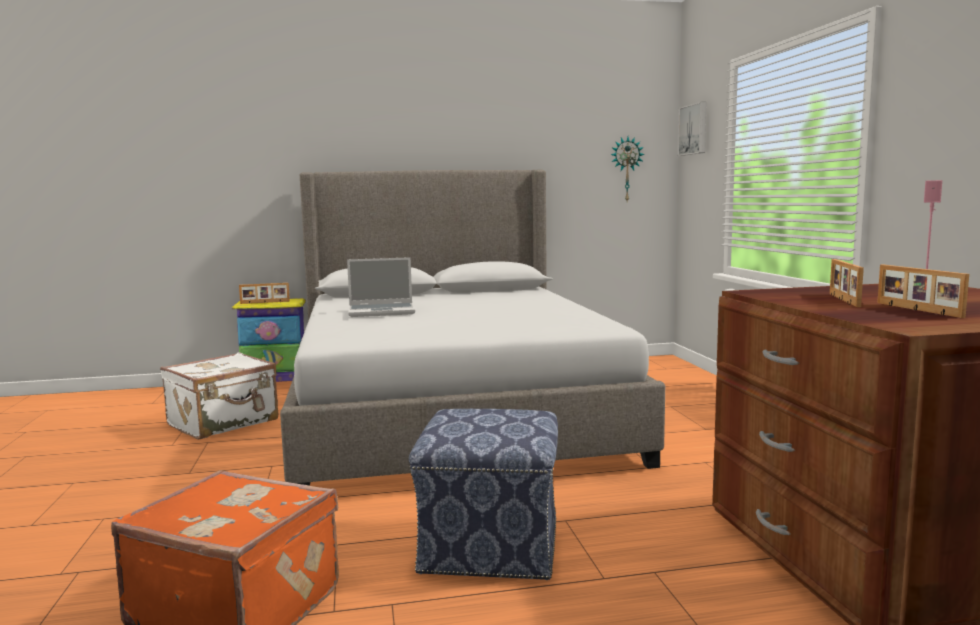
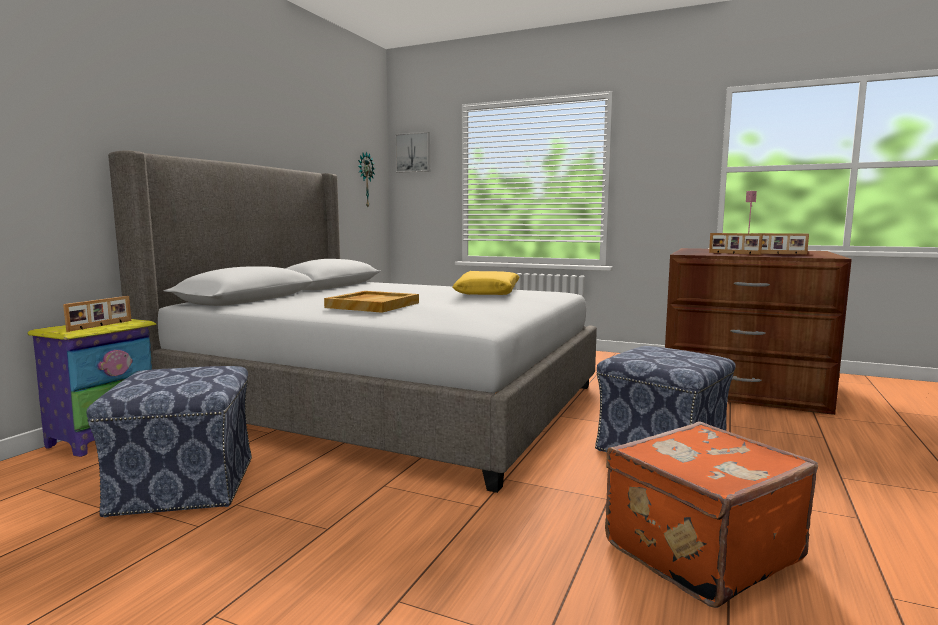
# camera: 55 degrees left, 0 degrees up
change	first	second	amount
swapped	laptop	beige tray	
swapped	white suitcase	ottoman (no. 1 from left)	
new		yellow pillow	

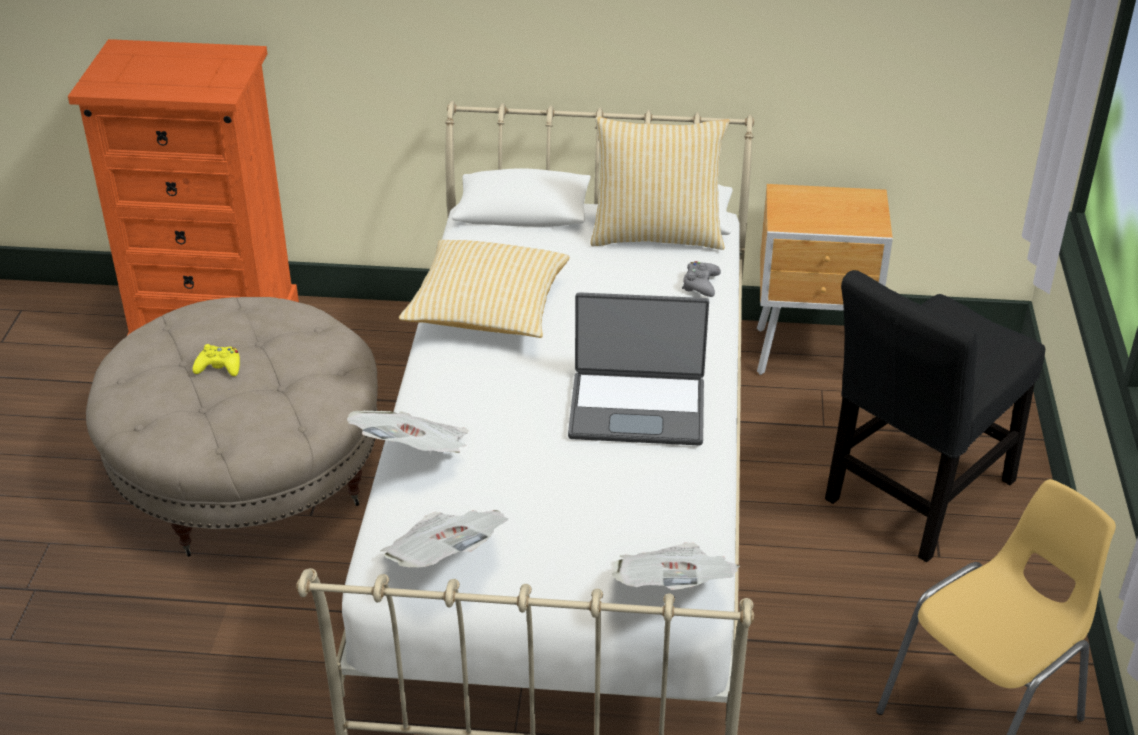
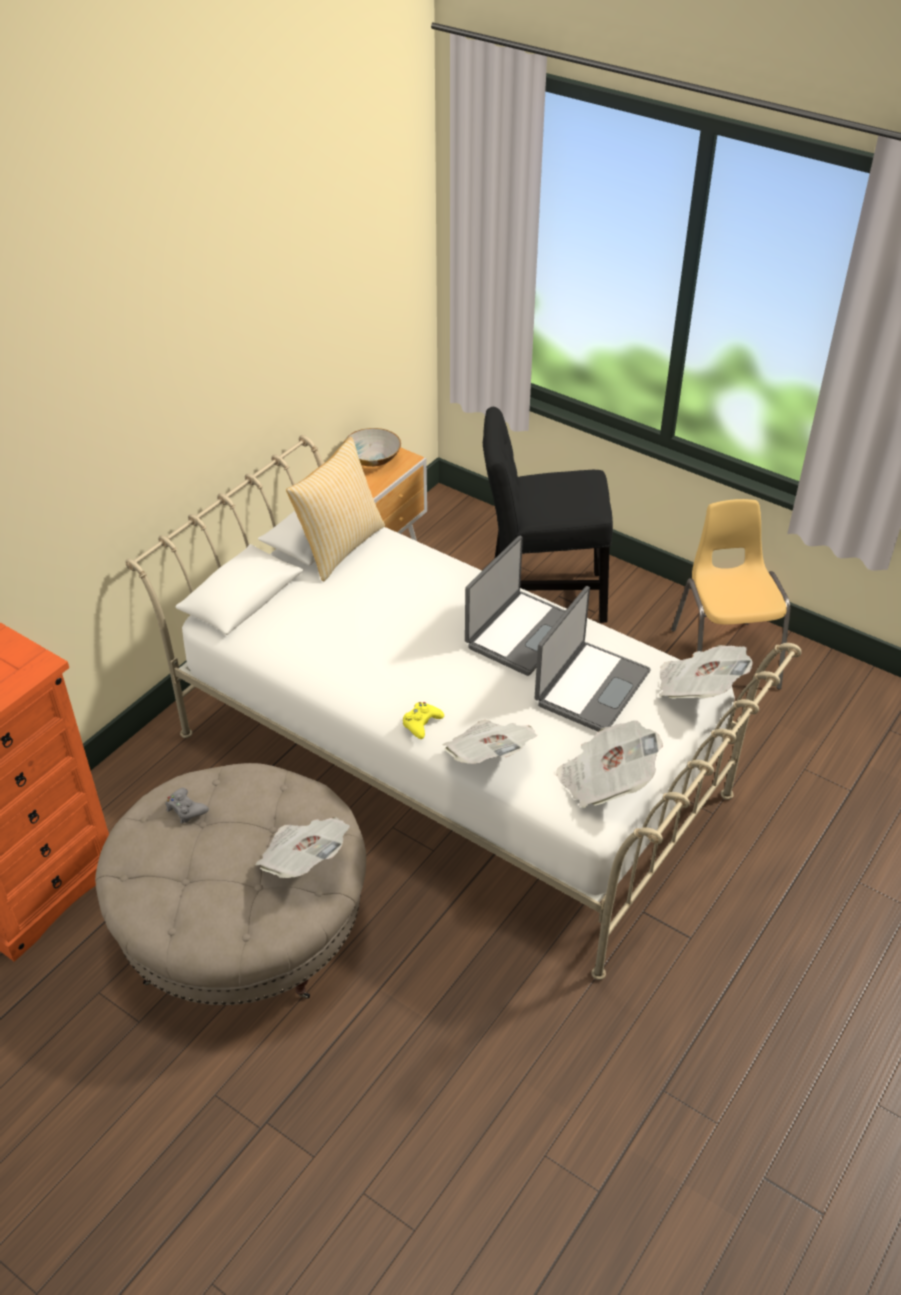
# camera: 60 degrees left, 5 degrees up
change	first	second	amount
gone	pillow (no. 1 from left)		
shifted	grey game controller		
rotated	black chair		105 degrees clockwise
shifted	yellow game controller		
new		bowl	
new		laptop (no. 2 from left)	
new		newspaper (no. 1 from left)	

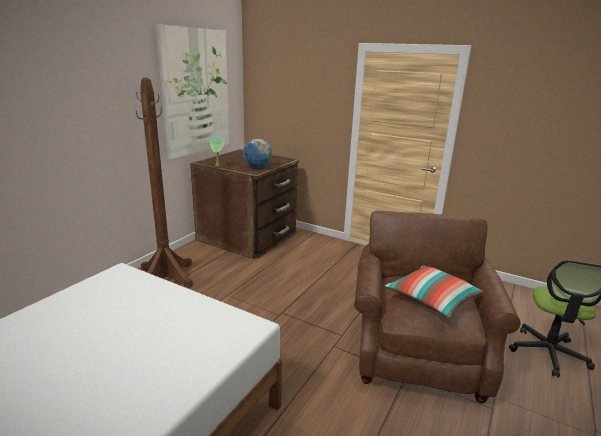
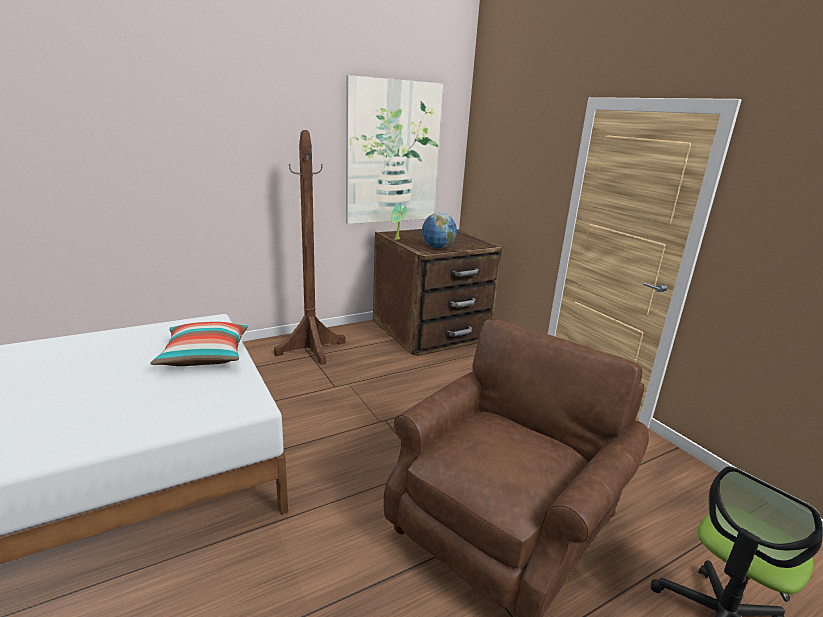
# camera: 30 degrees right, 0 degrees up
change	first	second	amount
shifted	pillow		

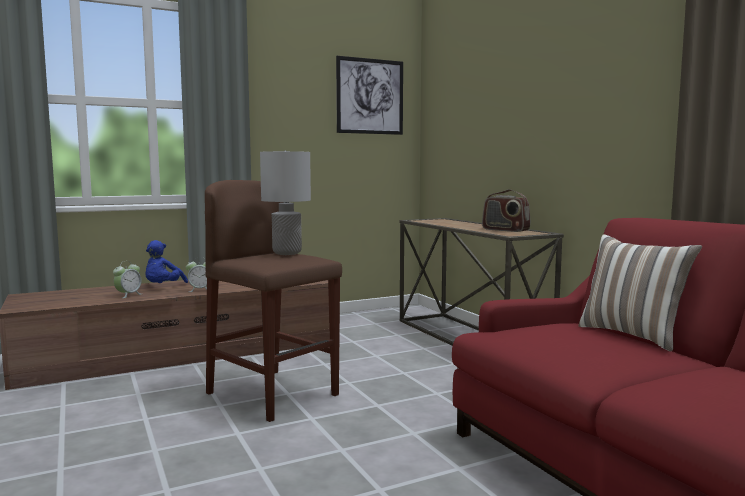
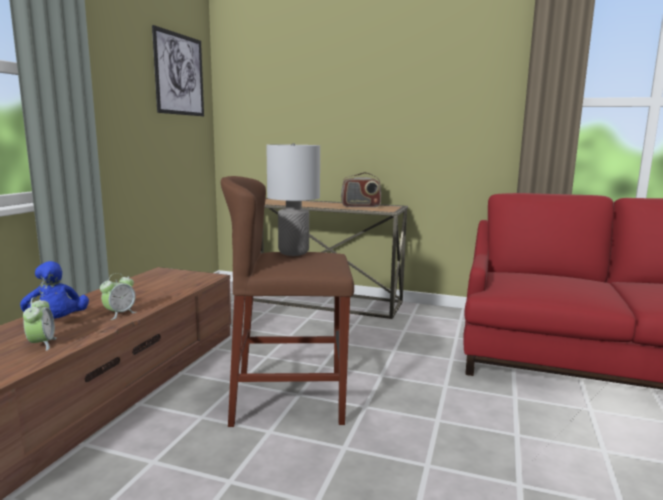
# camera: 45 degrees left, 5 degrees up
change	first	second	amount
gone	pillow		

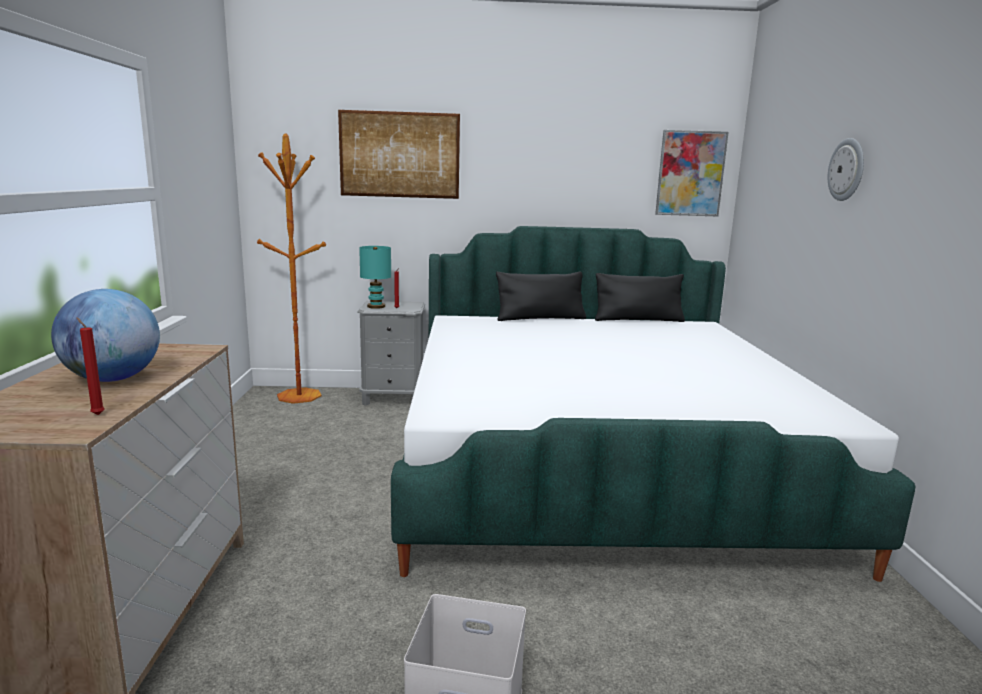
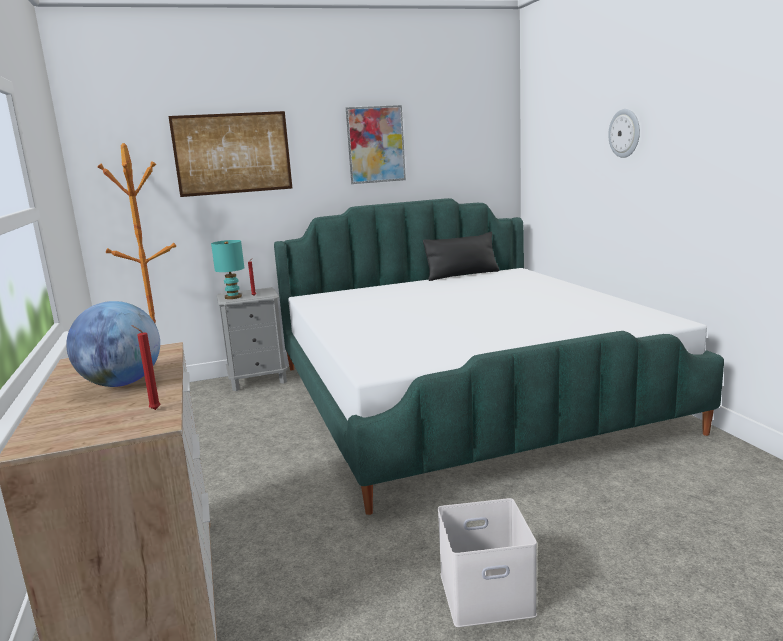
# camera: 15 degrees left, 0 degrees up
change	first	second	amount
shifted	picture (no. 2 from left)		
gone	black pillow (no. 1 from left)		

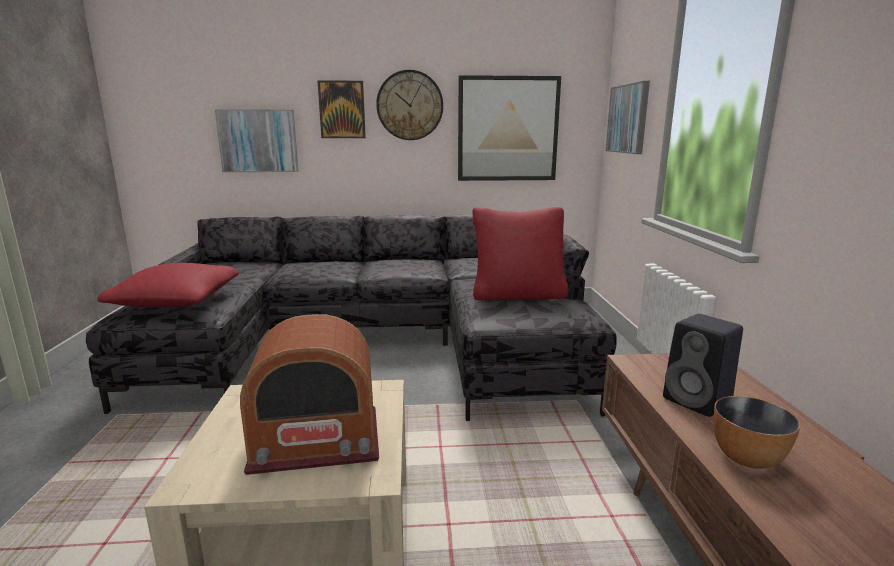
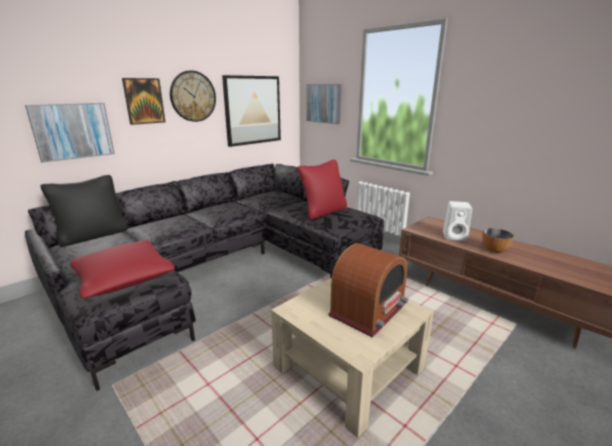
# camera: 40 degrees left, 5 degrees up
change	first	second	amount
repainted	black speaker	white speaker	
new		black pillow	

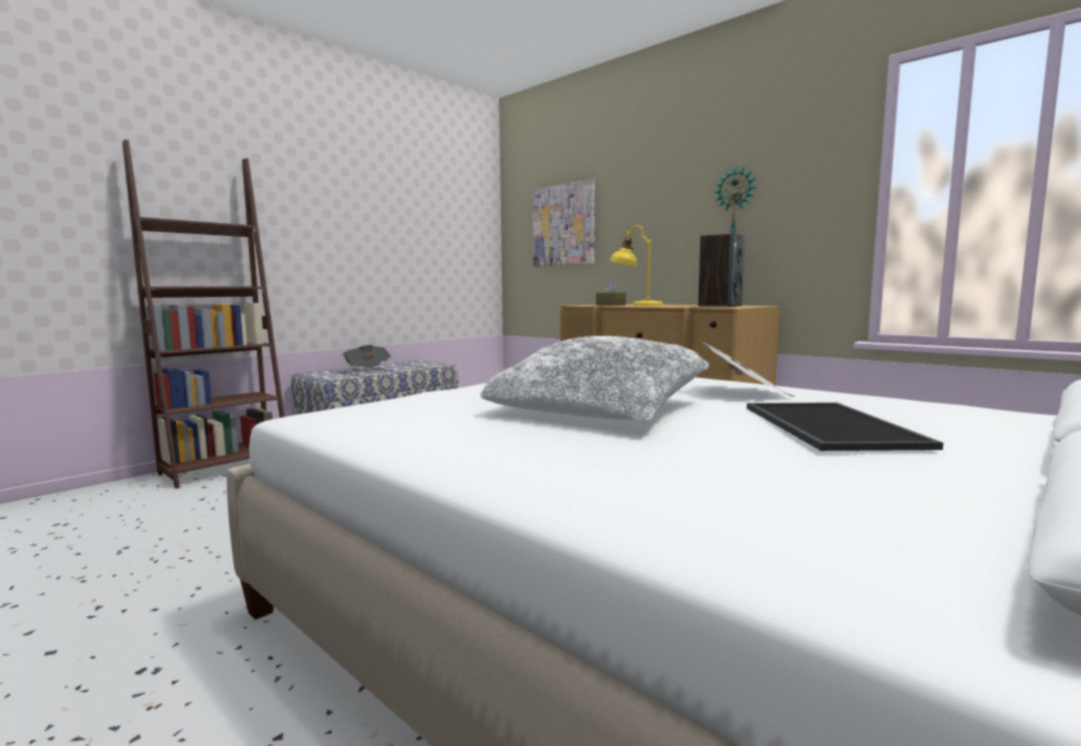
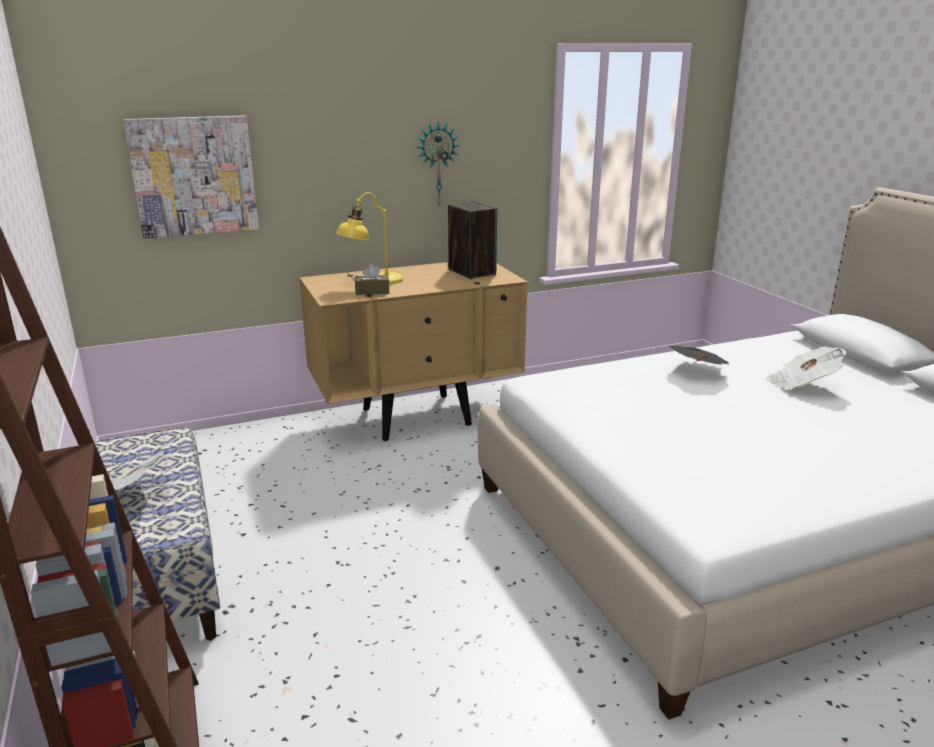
# camera: 65 degrees left, 15 degrees up
change	first	second	amount
gone	white pillow		
swapped	tray	newspaper (no. 3 from left)	

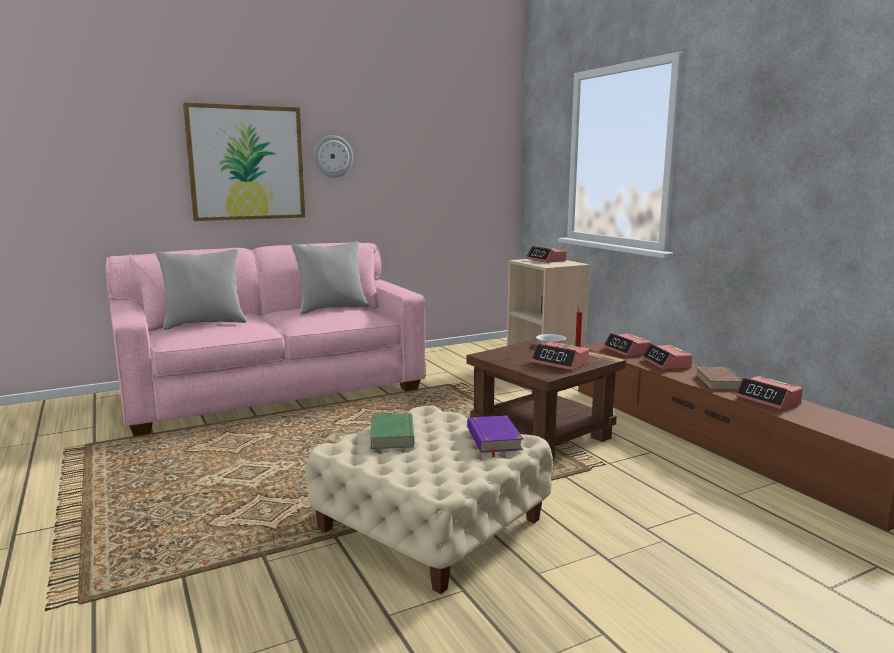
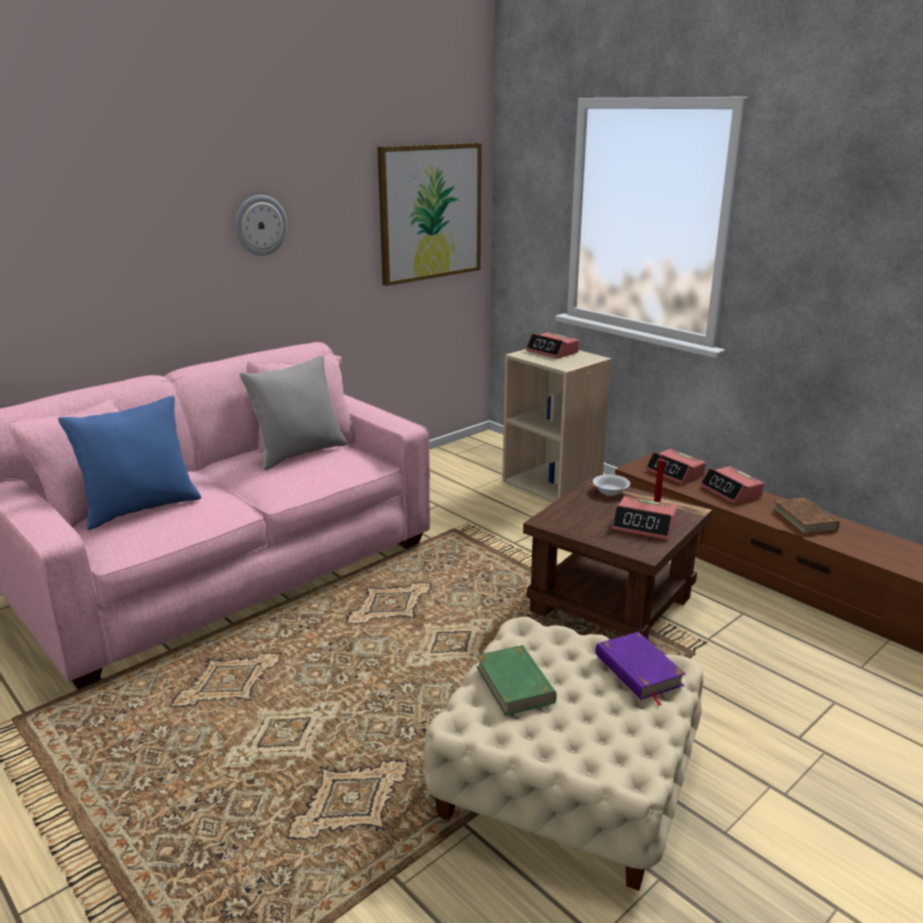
# camera: 15 degrees left, 10 degrees up
change	first	second	amount
shifted	picture		
repainted	grey pillow (no. 1 from left)	blue pillow	
gone	alarm clock (no. 5 from left)		

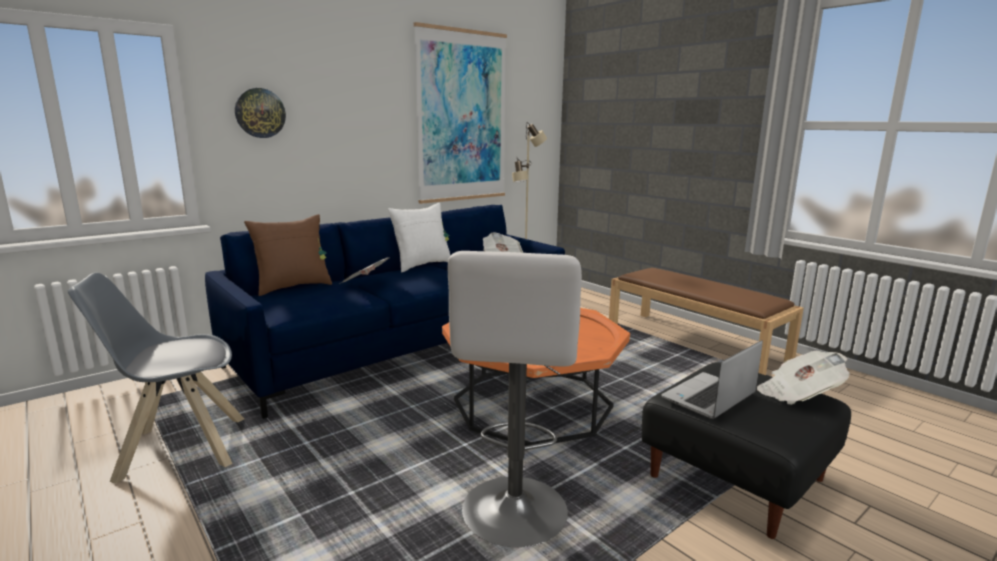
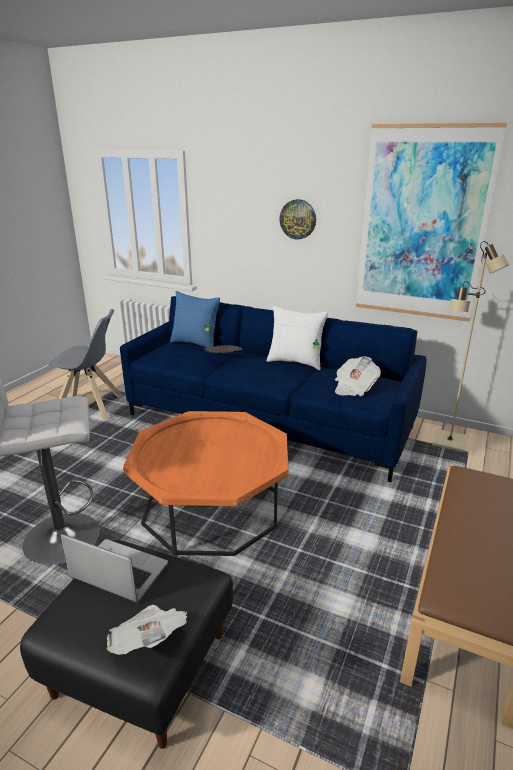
# camera: 65 degrees right, 10 degrees up
change	first	second	amount
shifted	wall clock		
repainted	brown pillow	blue pillow	
rotated	grey chair		135 degrees clockwise

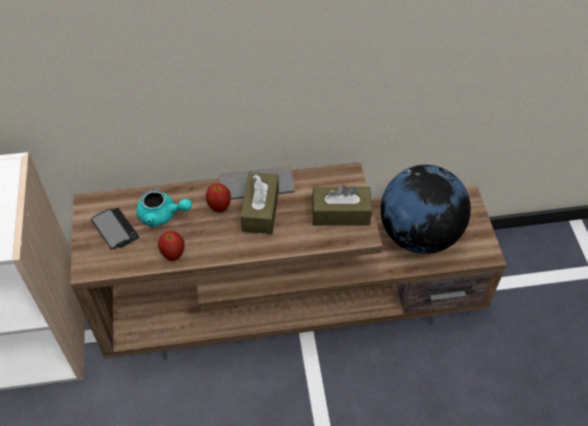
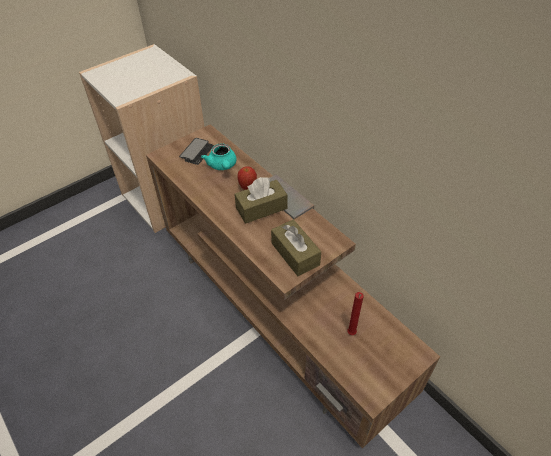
# camera: 60 degrees right, 5 degrees down
change	first	second	amount
swapped	globe	red candle	
gone	apple (no. 1 from left)		

